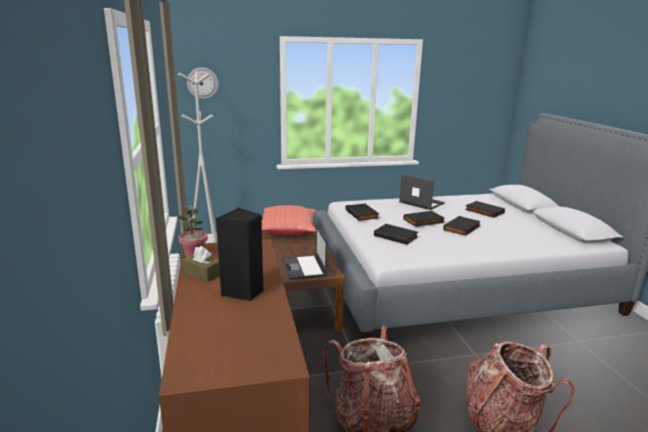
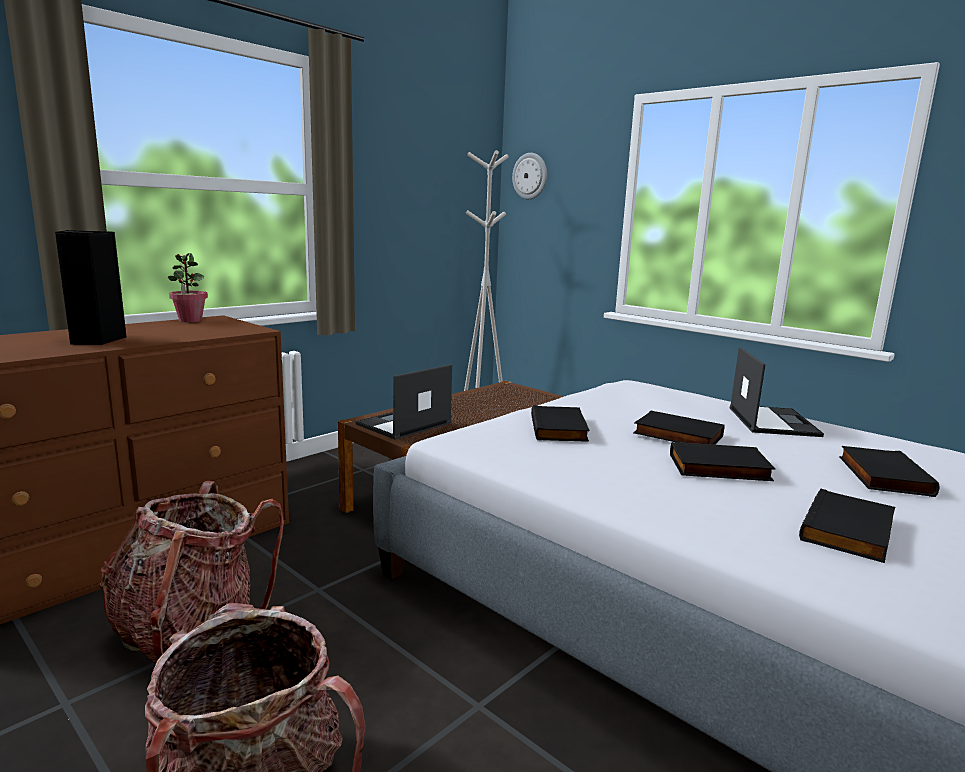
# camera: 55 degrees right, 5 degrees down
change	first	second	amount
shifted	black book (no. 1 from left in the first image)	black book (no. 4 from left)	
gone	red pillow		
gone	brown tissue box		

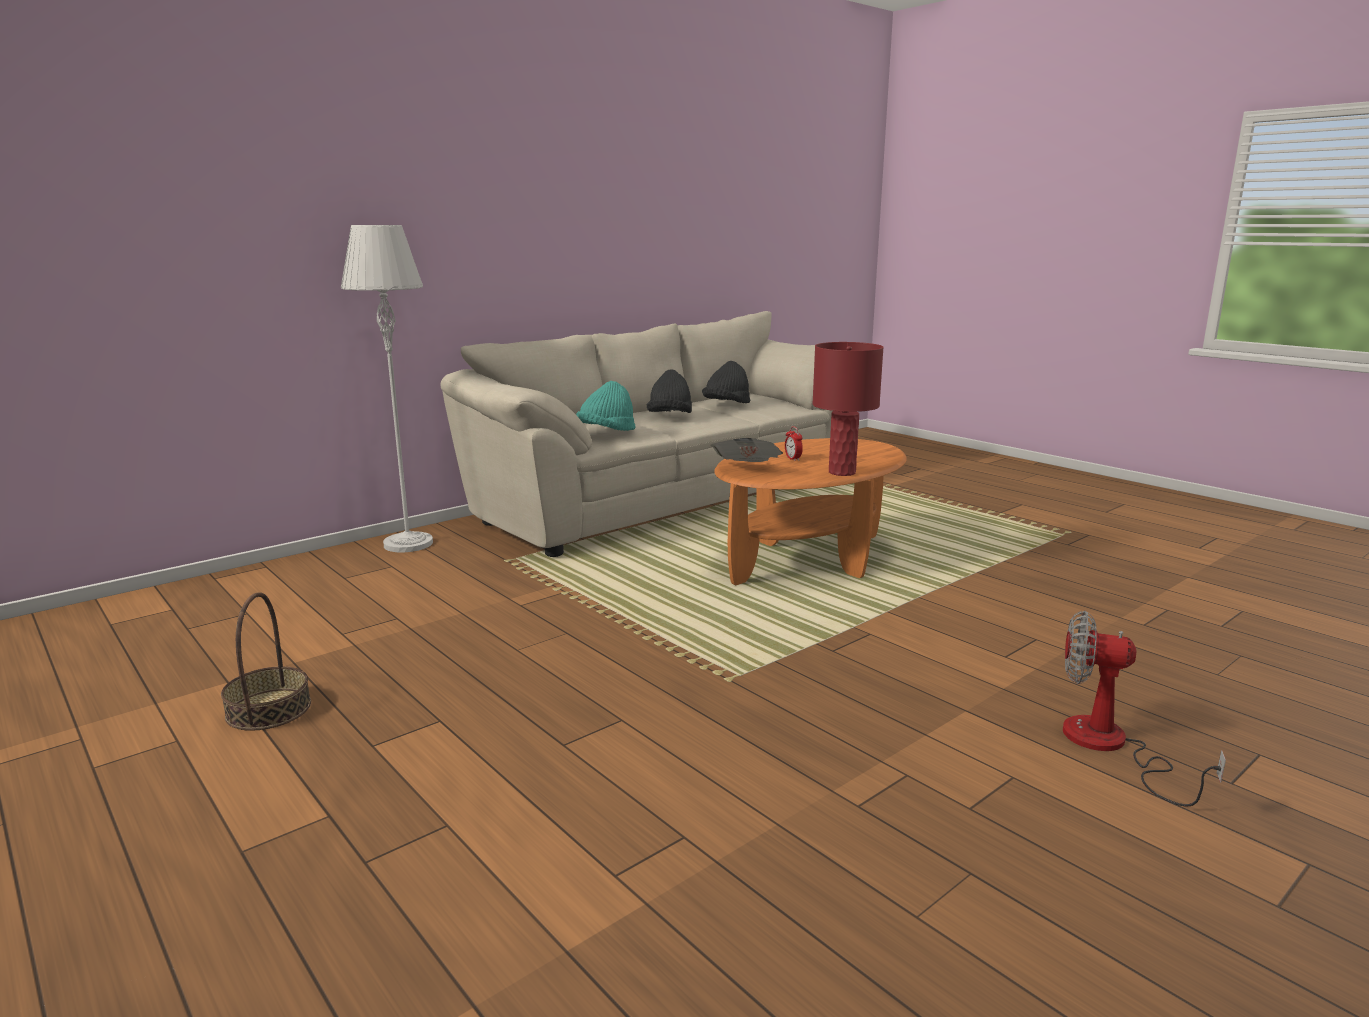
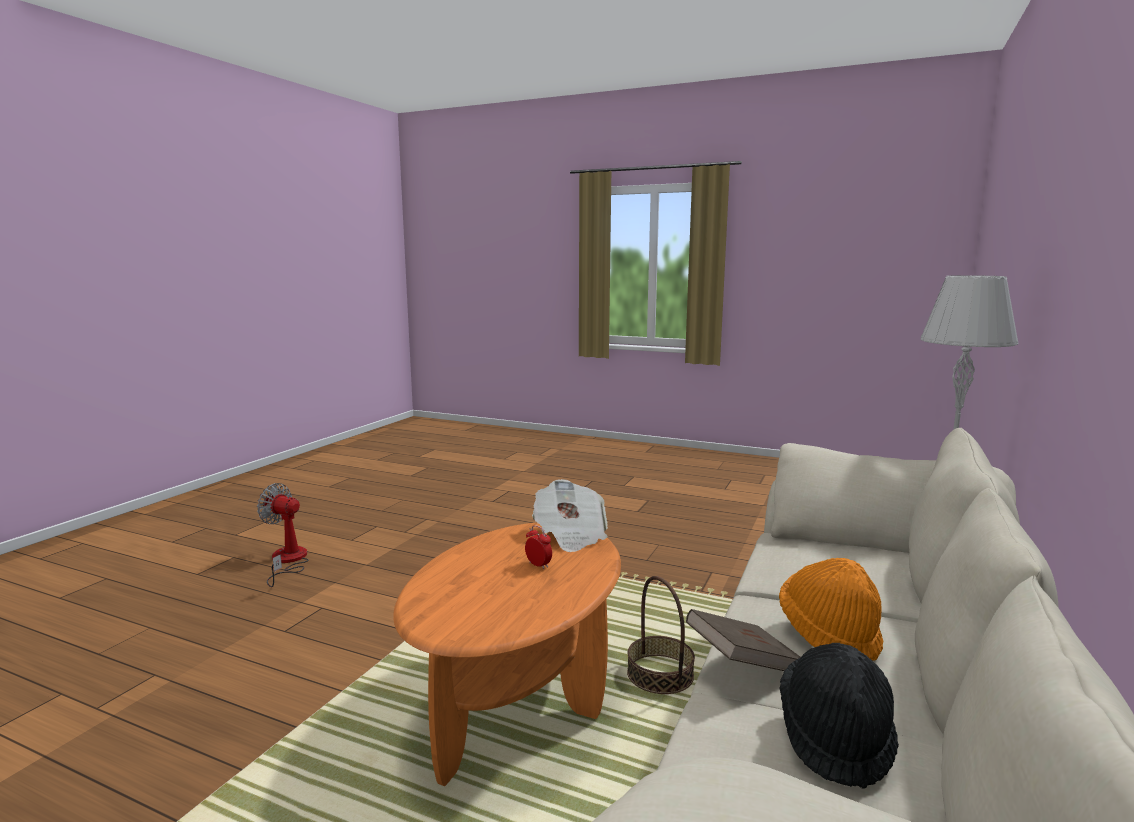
# camera: 155 degrees right, 5 degrees down
change	first	second	amount
gone	red table lamp		
repainted	black hat (no. 1 from left)	orange hat	
gone	turquoise hat		
shifted	basket		
rotated	fan		150 degrees counterclockwise
new		brown book	

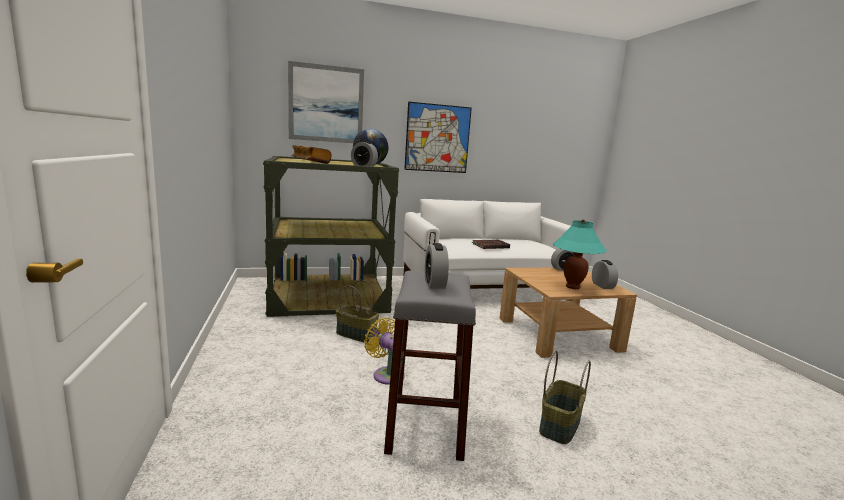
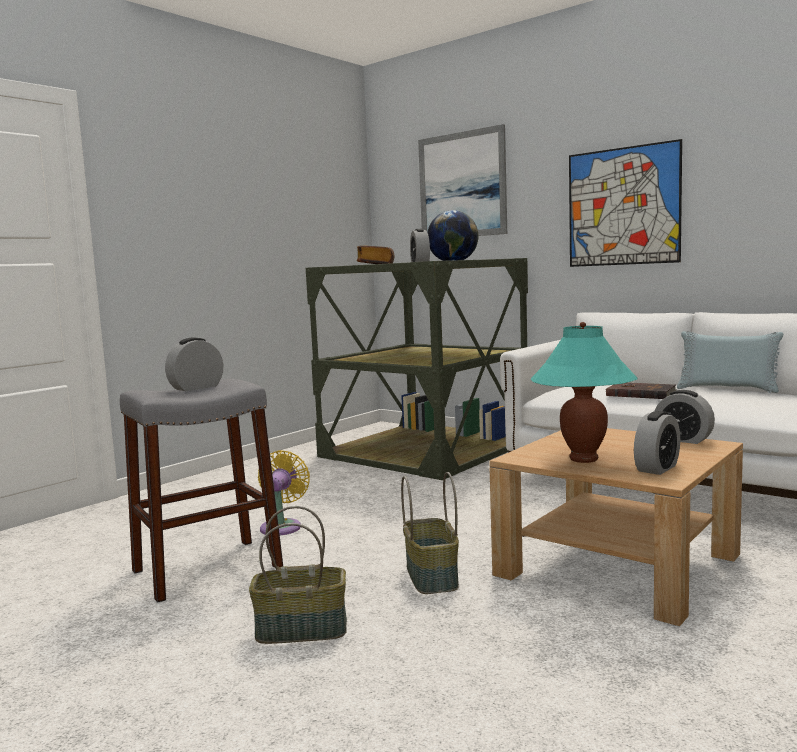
# camera: 55 degrees right, 5 degrees down
change	first	second	amount
shifted	basket (no. 1 from left in the first image)	basket (no. 2 from left)	
new		blue pillow	

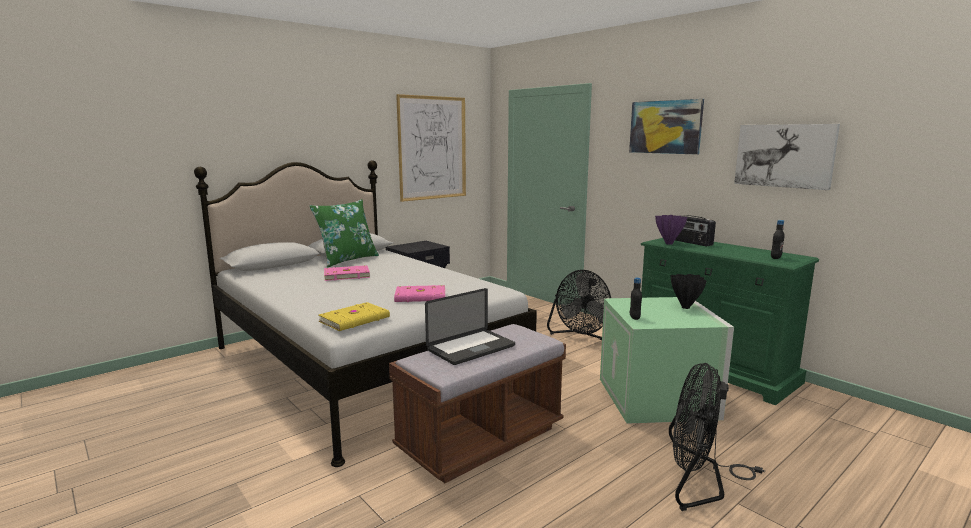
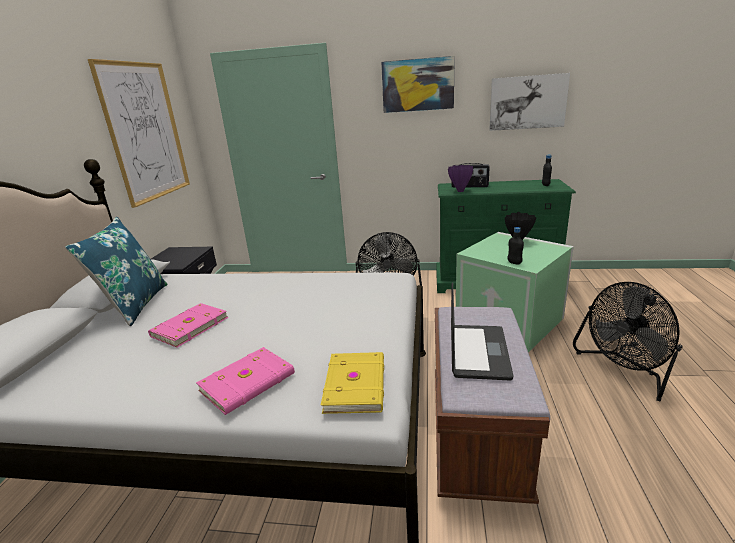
# camera: 40 degrees left, 10 degrees up
change	first	second	amount
repainted	green pillow	blue pillow	
shifted	pink book (no. 2 from left)		

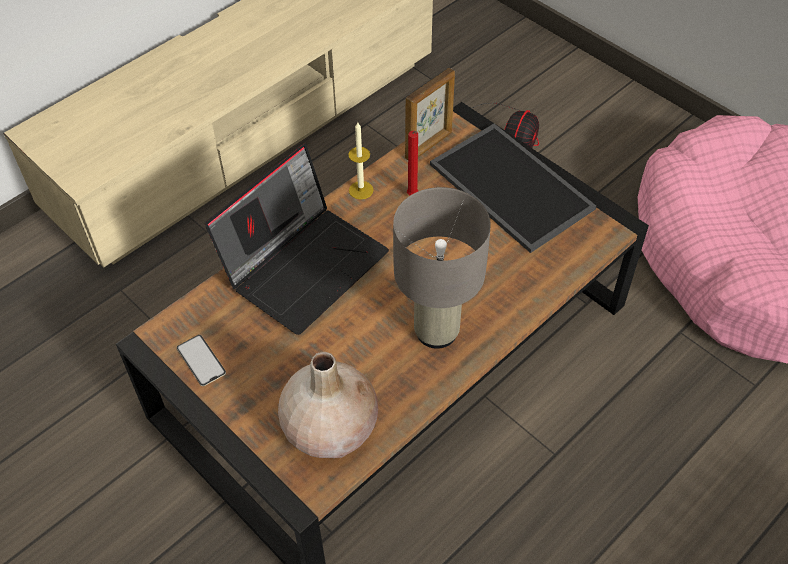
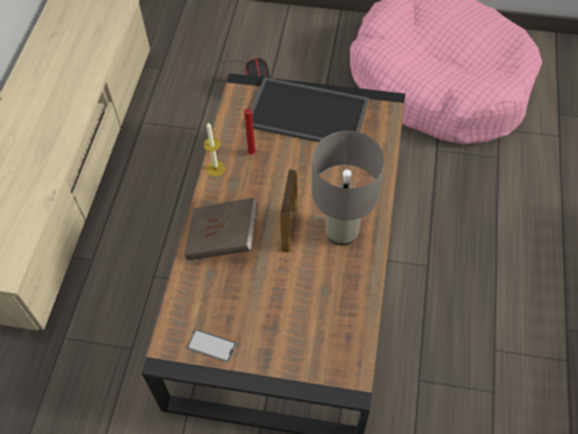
# camera: 35 degrees left, 5 degrees up
change	first	second	amount
shifted	picture frame		
swapped	laptop	brown book	
gone	beige vase		

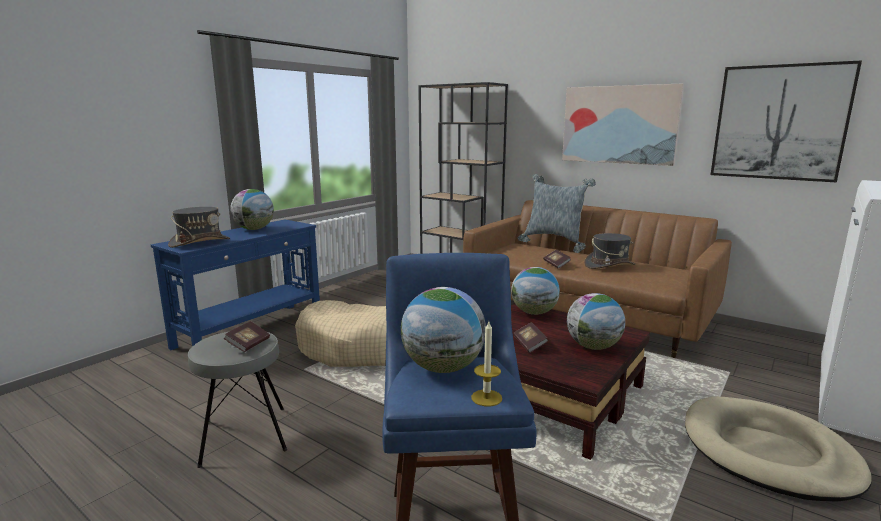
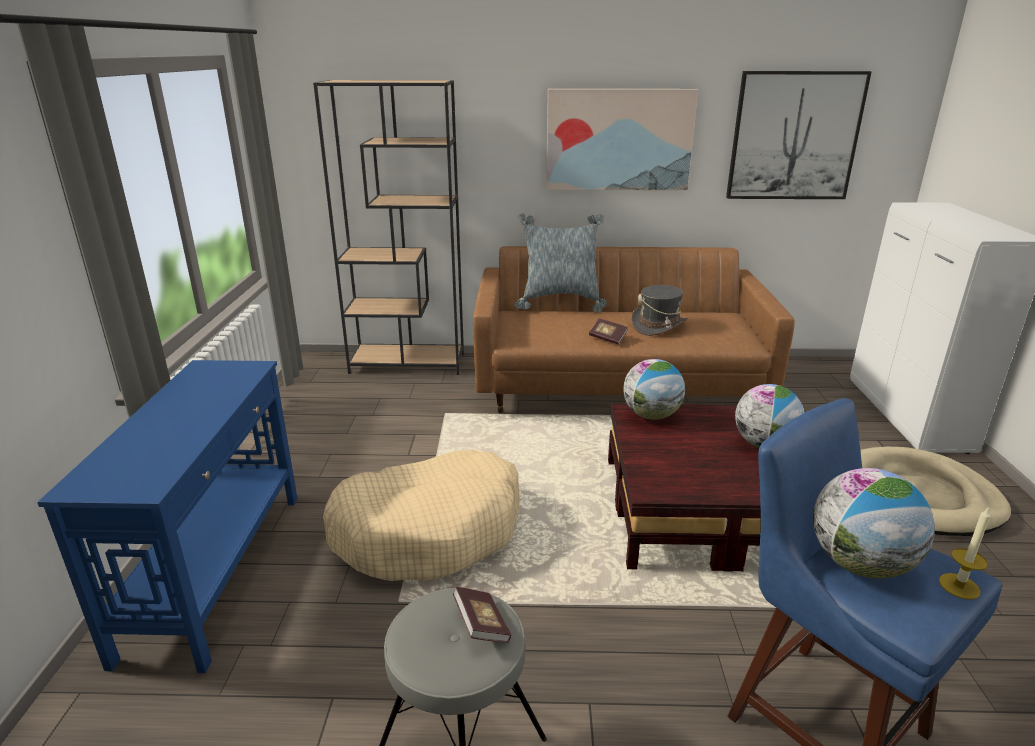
# camera: 35 degrees left, 10 degrees up
change	first	second	amount
gone	globe (no. 1 from left)		
gone	grey hat (no. 1 from left)		
gone	book (no. 2 from left)		

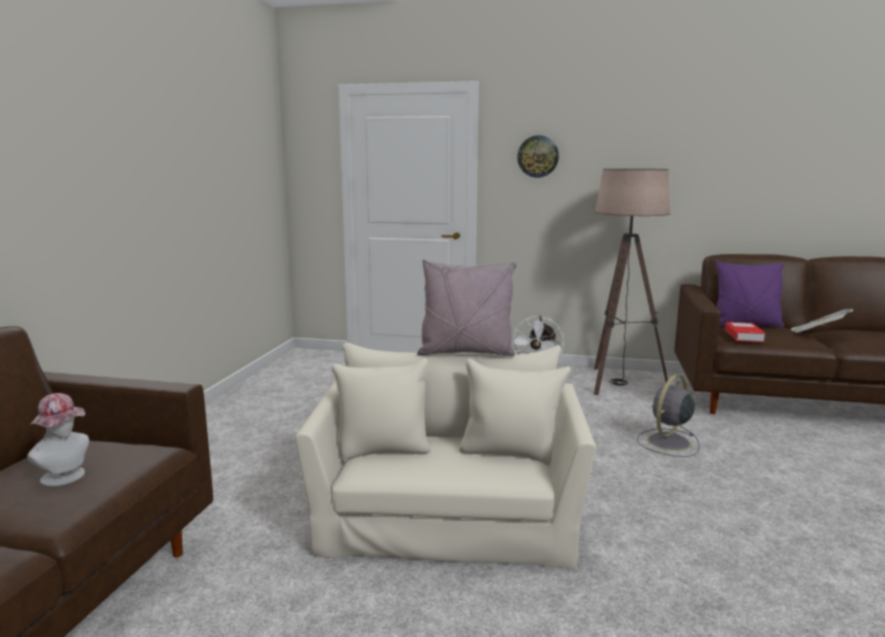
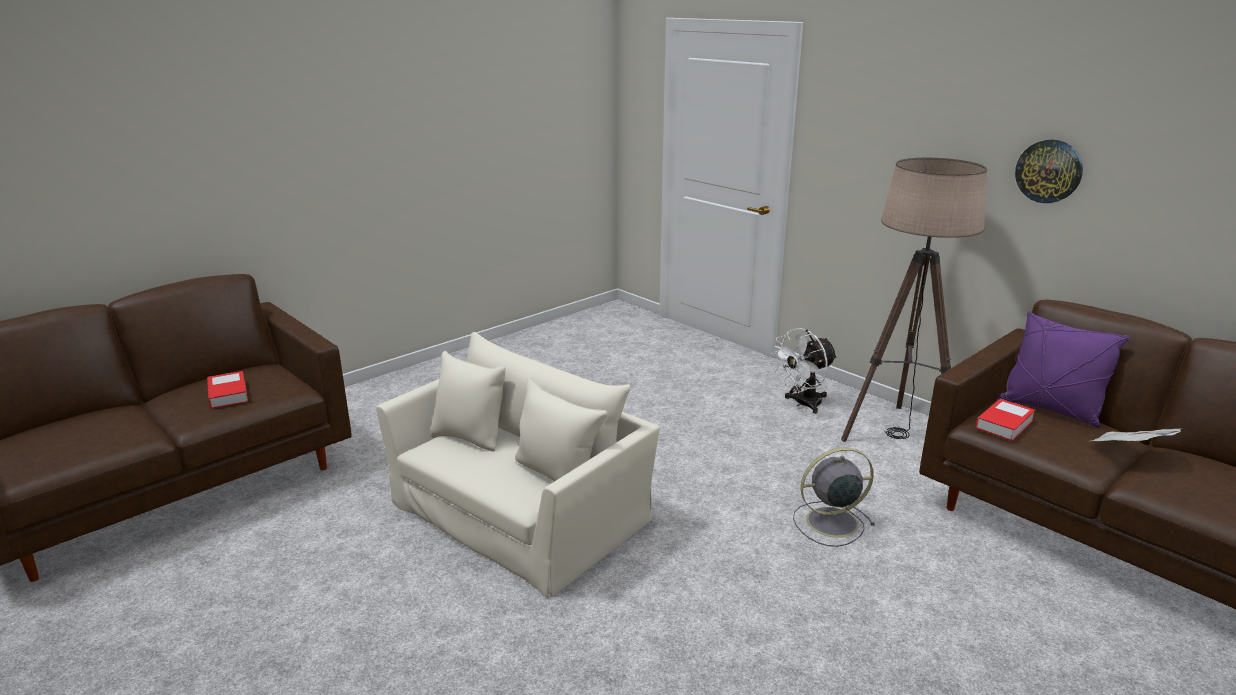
# camera: 35 degrees right, 10 degrees up
change	first	second	amount
shifted	wall clock		
gone	purple pillow (no. 1 from left)		
swapped	hat	book (no. 1 from left)	

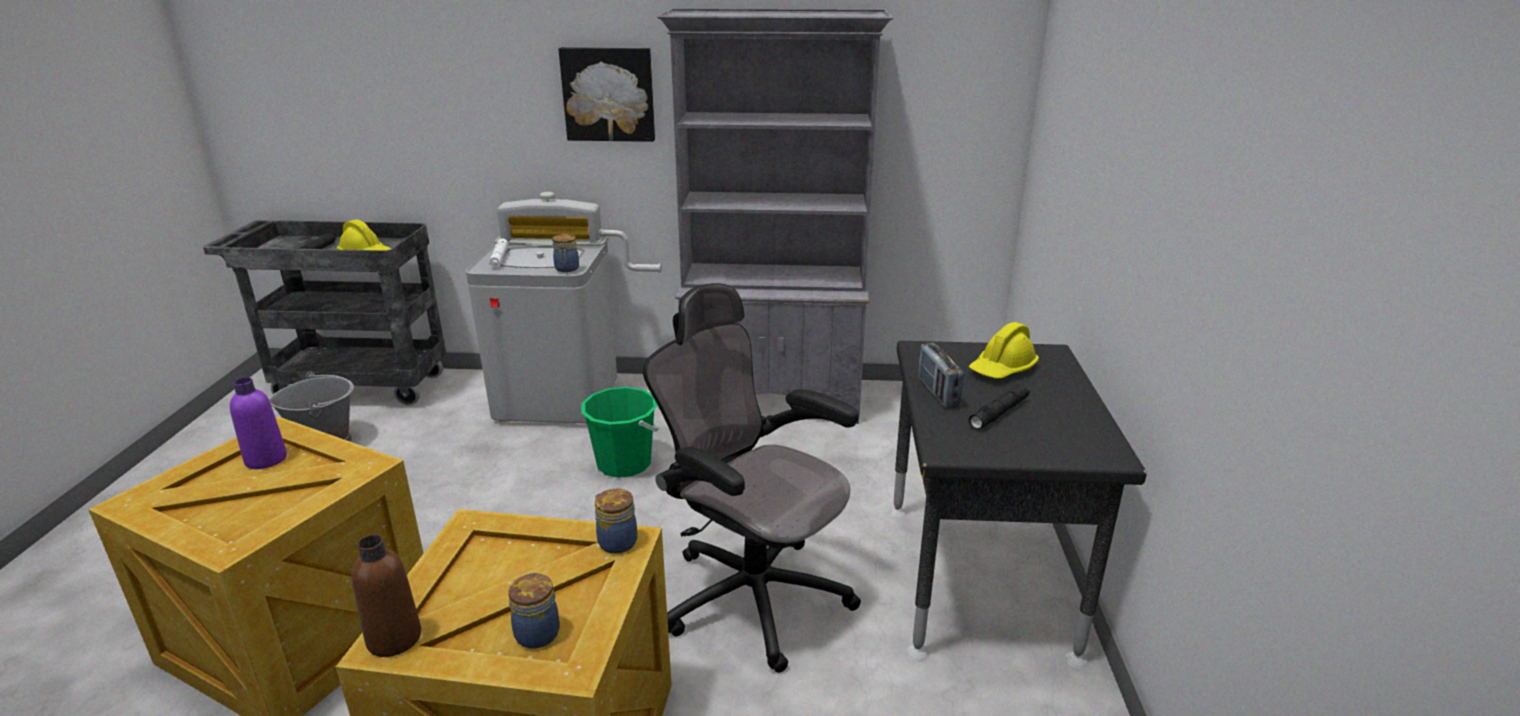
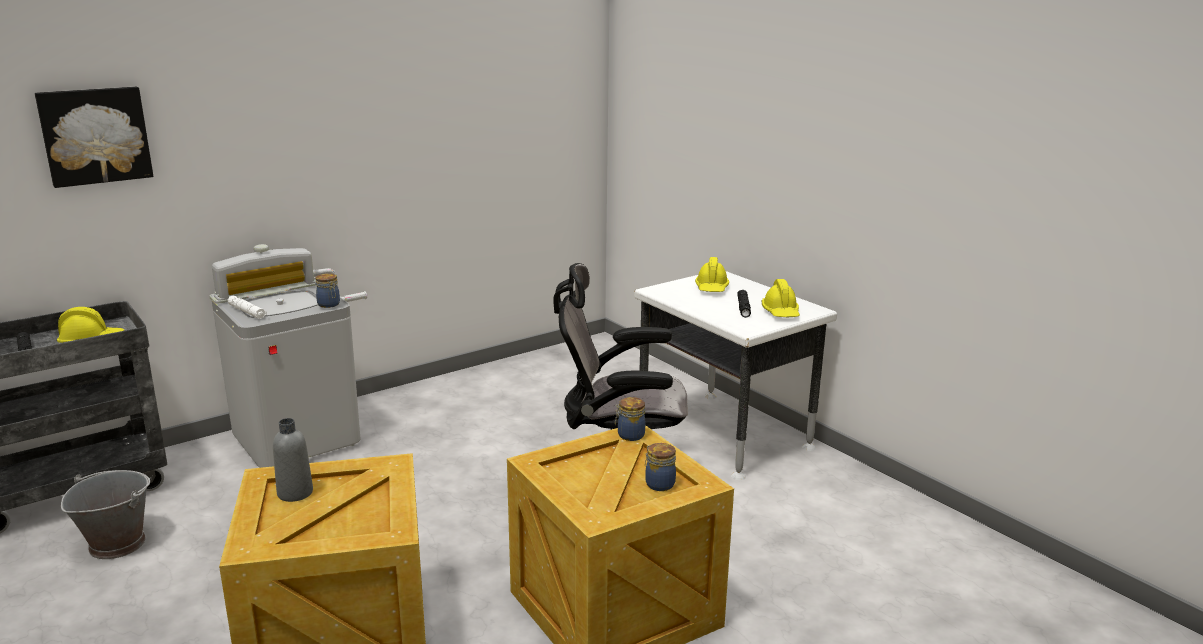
# camera: 40 degrees left, 5 degrees down
change	first	second	amount
gone	grey bookcase		
shifted	picture		
repainted	black desk	white desk	
gone	radio		
repainted	purple bottle	grey bottle	
gone	green bucket		
gone	brown bottle		
new		yellow hard hat (no. 3 from left)	

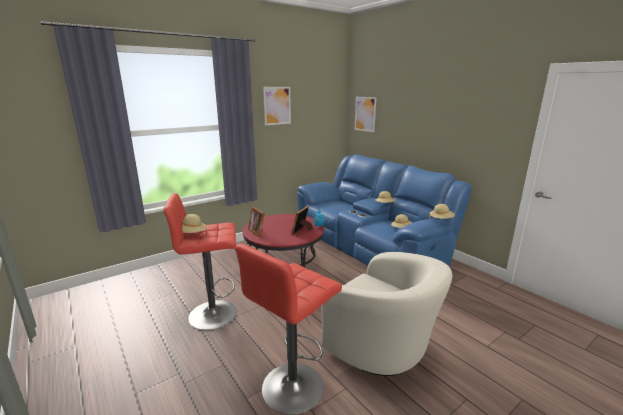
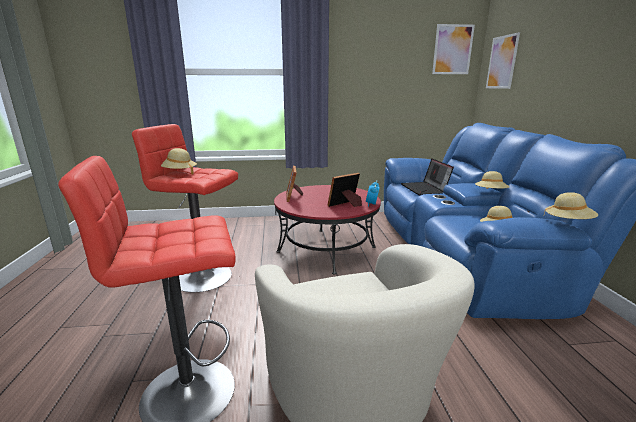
# camera: 30 degrees right, 0 degrees up
change	first	second	amount
shifted	picture (no. 1 from left)		
new		laptop	

